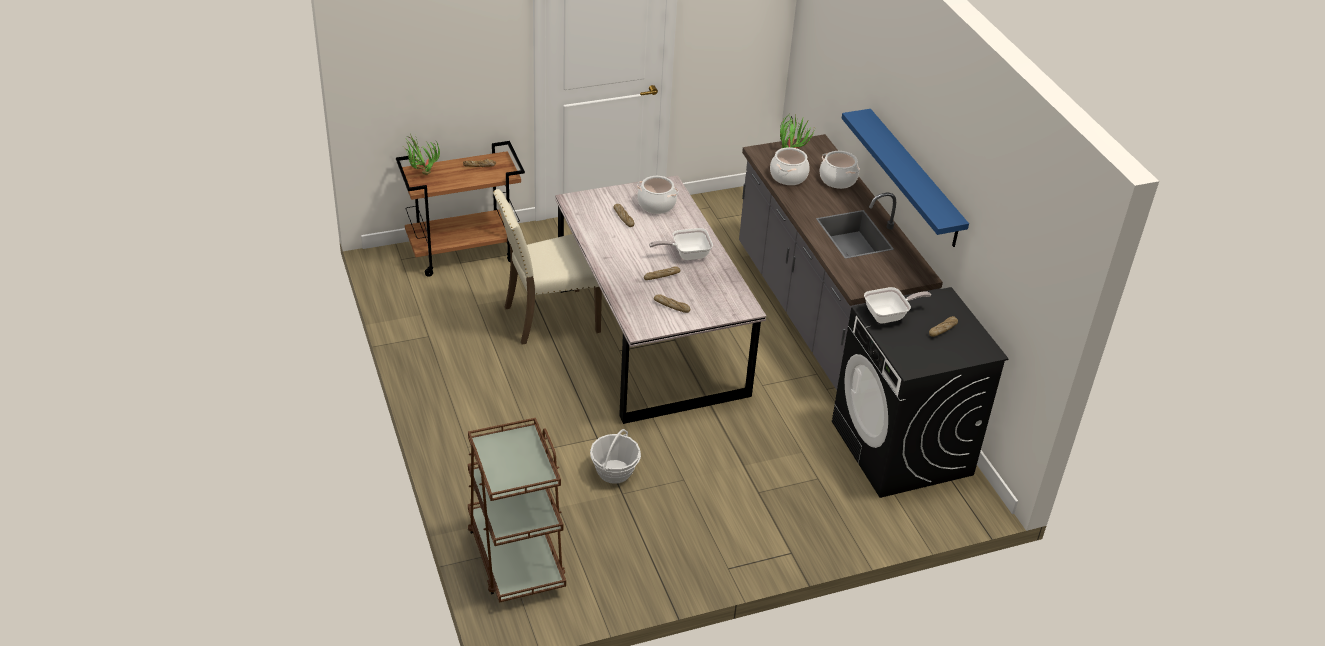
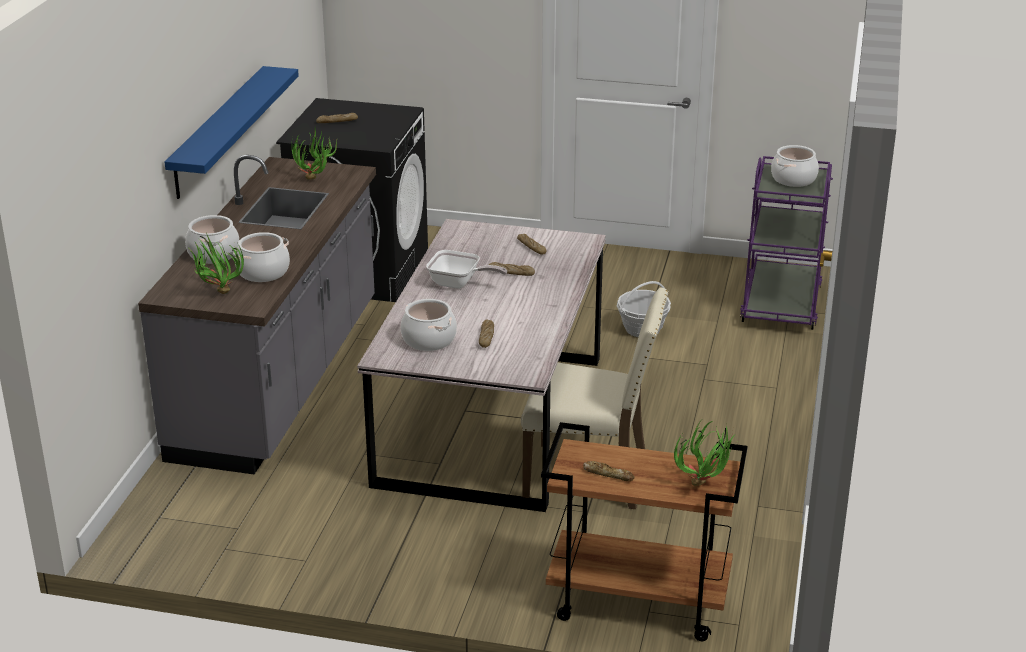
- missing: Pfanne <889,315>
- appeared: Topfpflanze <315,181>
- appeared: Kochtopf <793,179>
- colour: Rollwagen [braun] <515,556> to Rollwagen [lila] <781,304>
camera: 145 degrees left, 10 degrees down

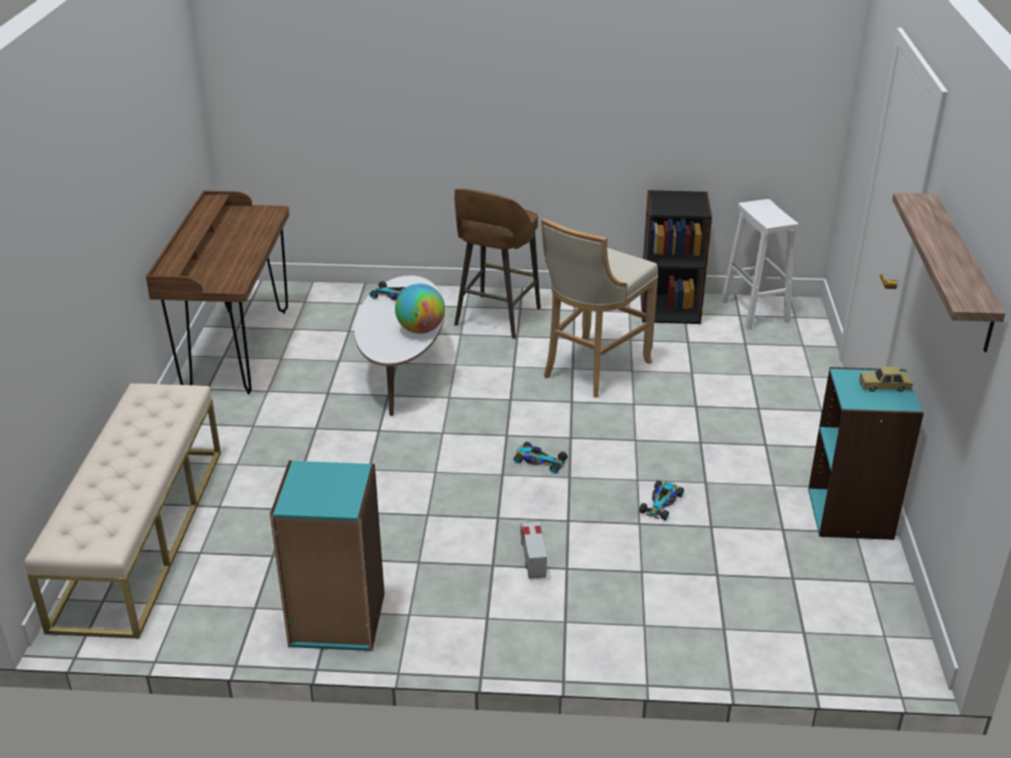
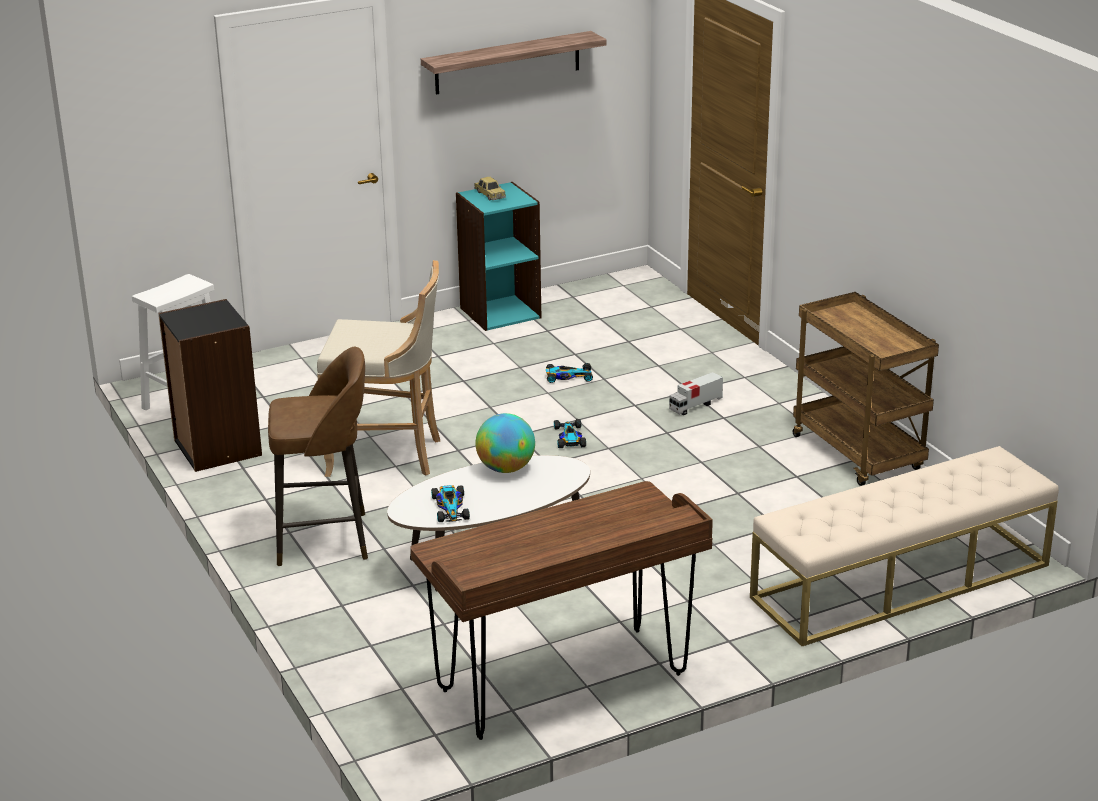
- exchanged: Bücherregal [türkis] <337,620> to Rollwagen [braun] <859,454>
camera: 120 degrees left, 5 degrees down

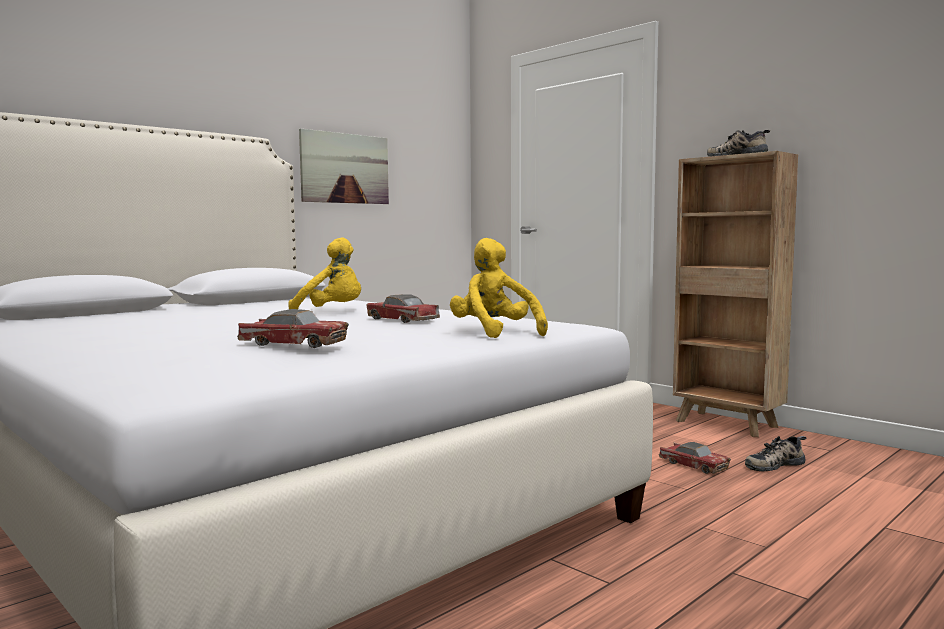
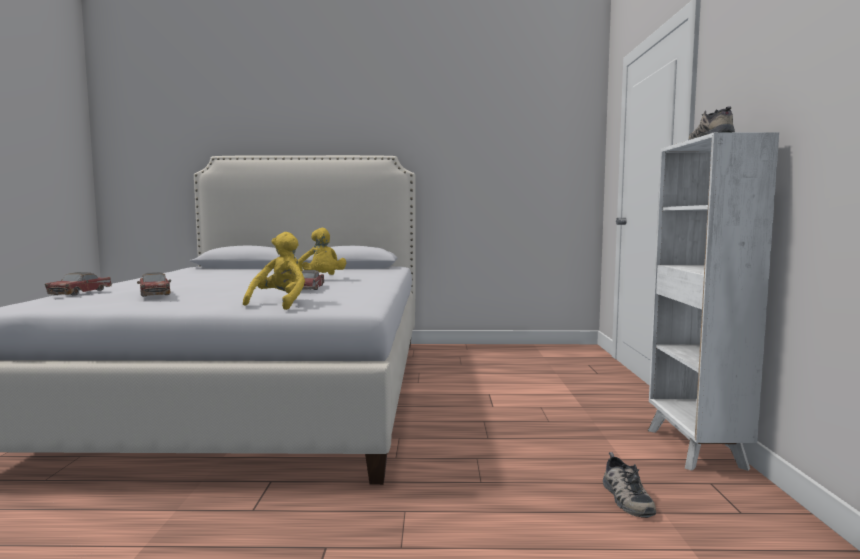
- missing: Bild <345,168>
- relocated: Spielzeugauto <693,465> to <80,292>
- colour: Bücherregal [braun] <728,424> to Bücherregal [weiß] <695,449>
- spun: Schuh <774,464> = <625,497> 120 degrees counterclockwise
camera: 45 degrees right, 0 degrees up

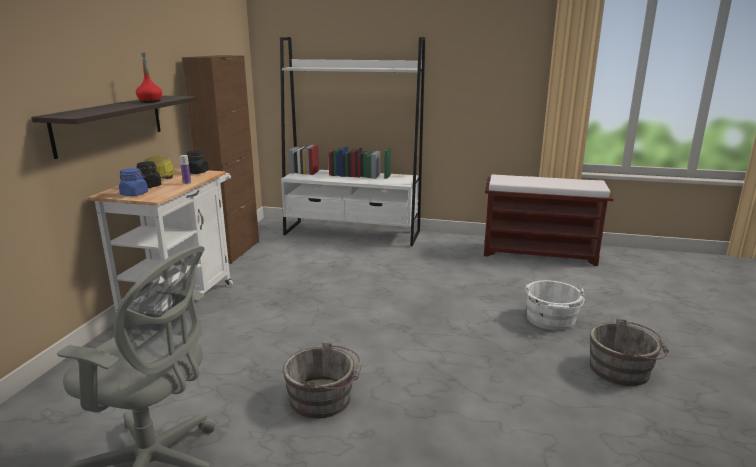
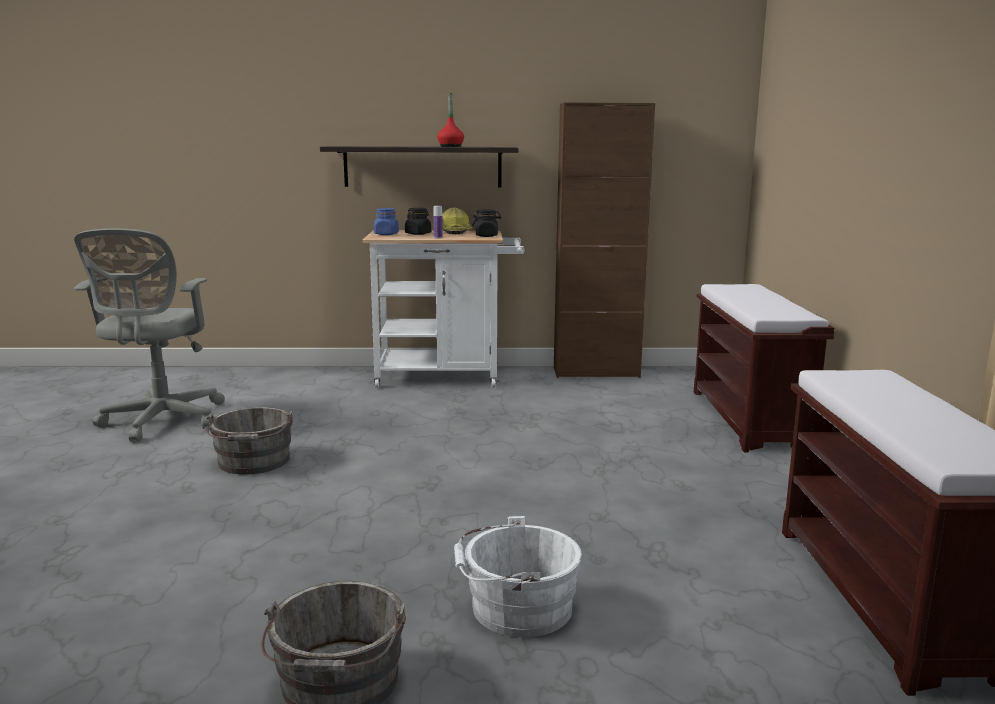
- exchanged: Bücherregal [weiß] <352,233> to Bank [braun] <749,419>
camera: 75 degrees right, 5 degrees down

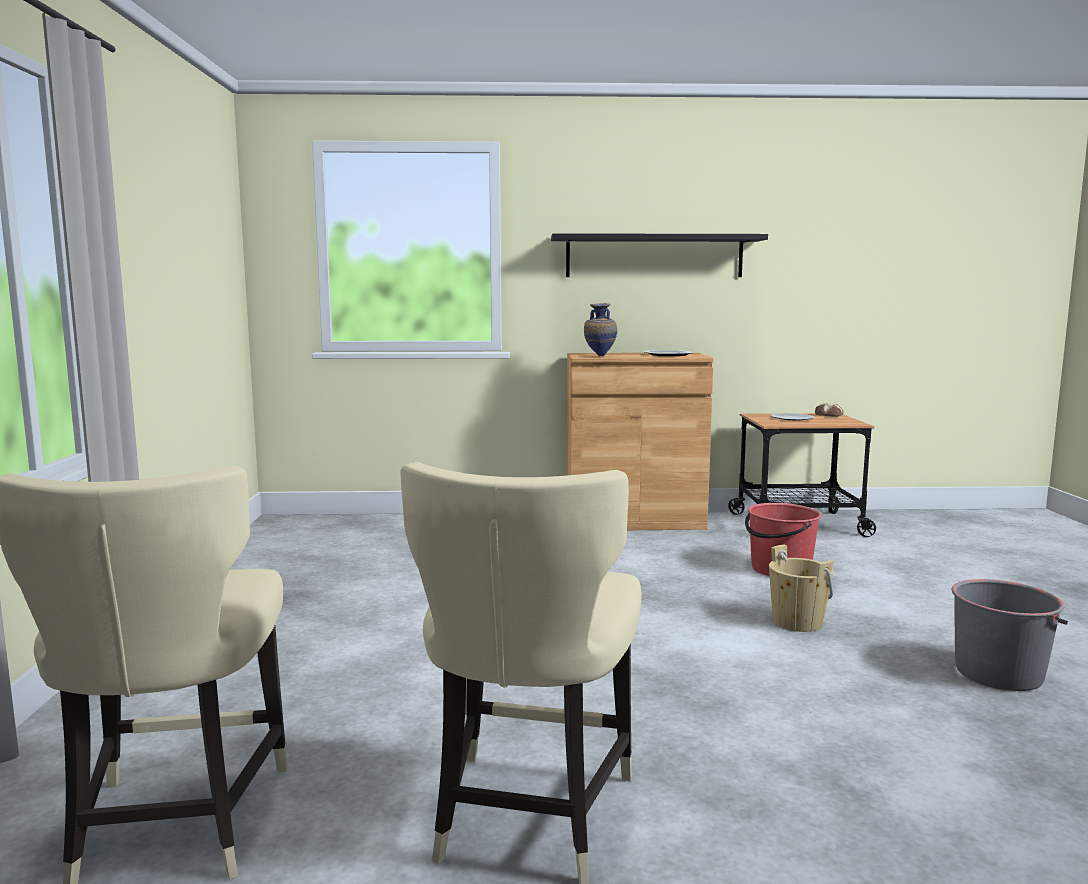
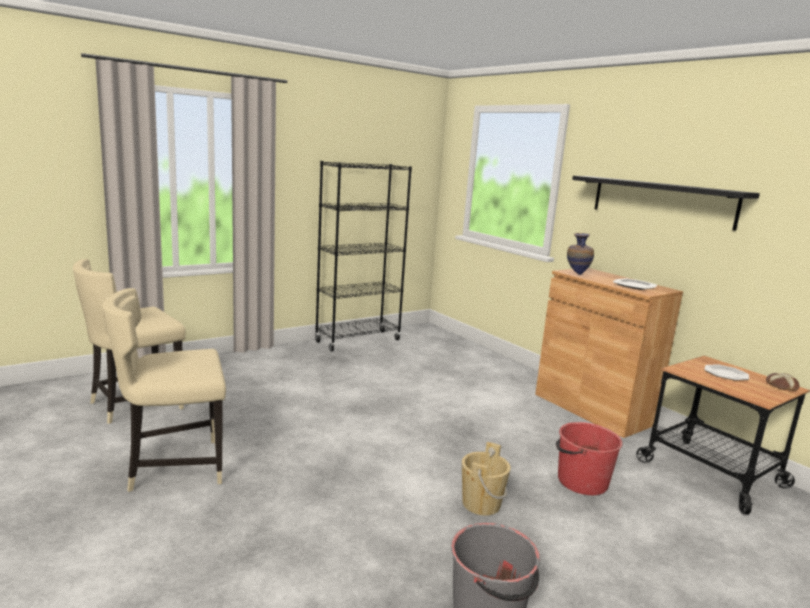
- appeared: Bücherregal [schwarz] <358,341>
camera: 55 degrees right, 5 degrees up

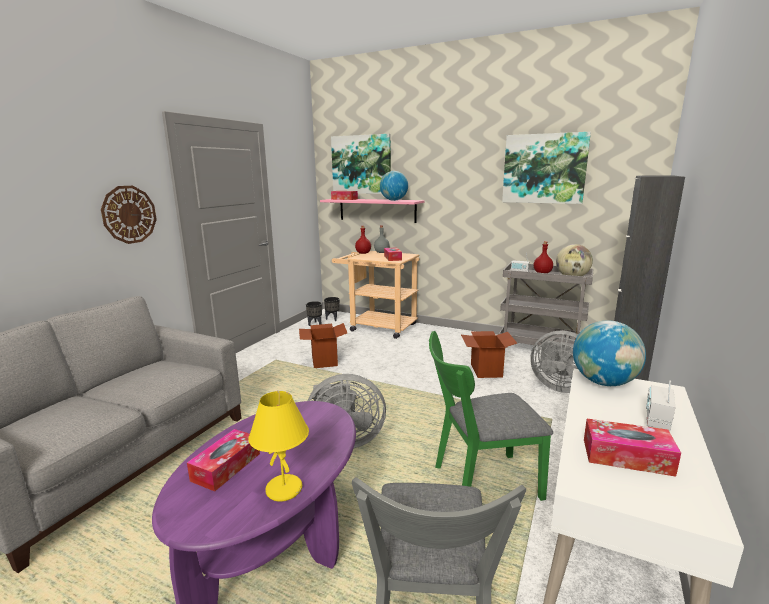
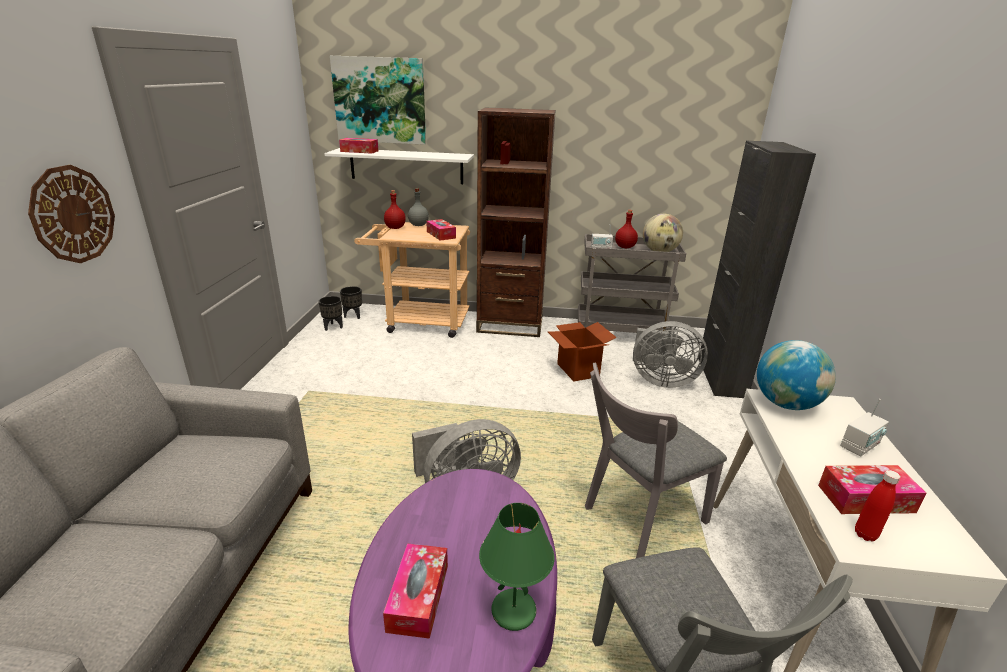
- missing: Karton <324,361>
- missing: Globus <393,200>
- missing: Bild <544,169>
- appeared: Bücherregal [braun] <510,325>
- appeared: Flasche [rot] <865,534>
- colour: Tischlampe [gelb] <285,489> to Tischlampe [grün] <514,610>
- colour: Wandregal [rosa] <377,210> to Wandregal [weiß] <406,166>
- colour: Stuhl [grün] <479,483> to Stuhl [grau] <639,518>
- spun: Radio <657,420> = <860,446> 135 degrees counterclockwise
camera: 20 degrees left, 10 degrees up

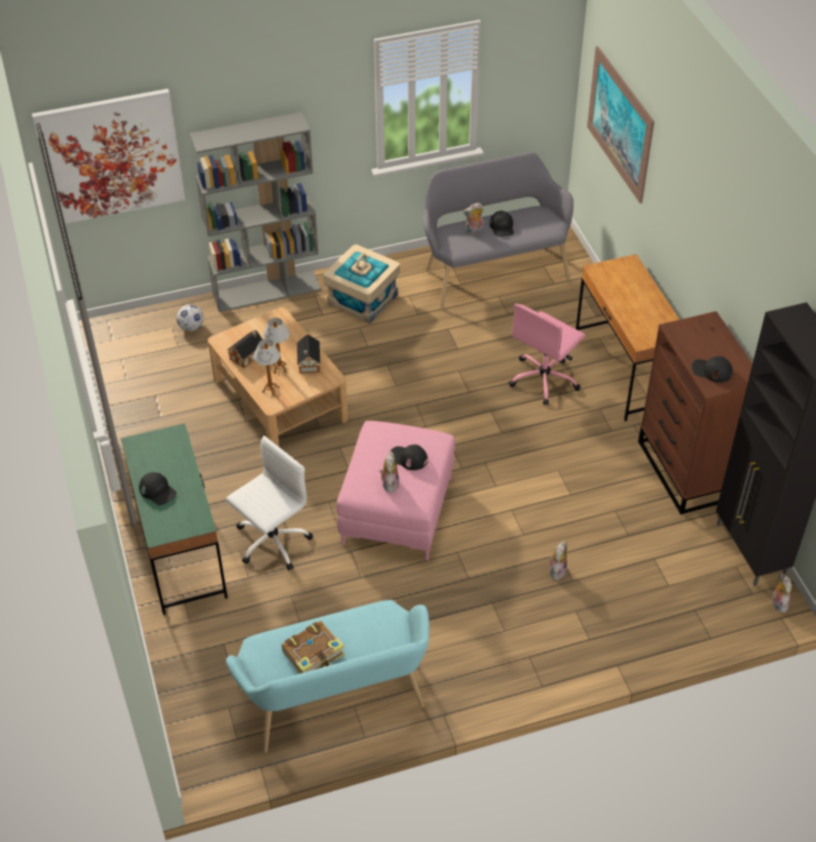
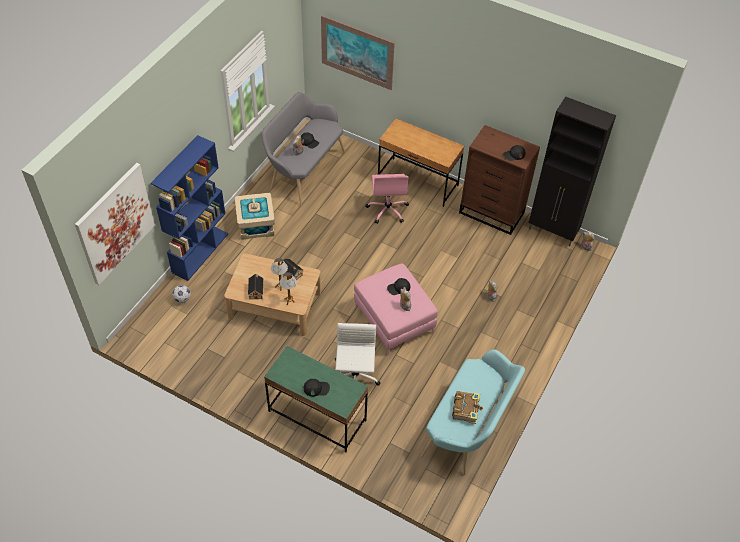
- colour: Bücherregal [grau] <267,291> to Bücherregal [blau] <200,252>
camera: 45 degrees left, 5 degrees up

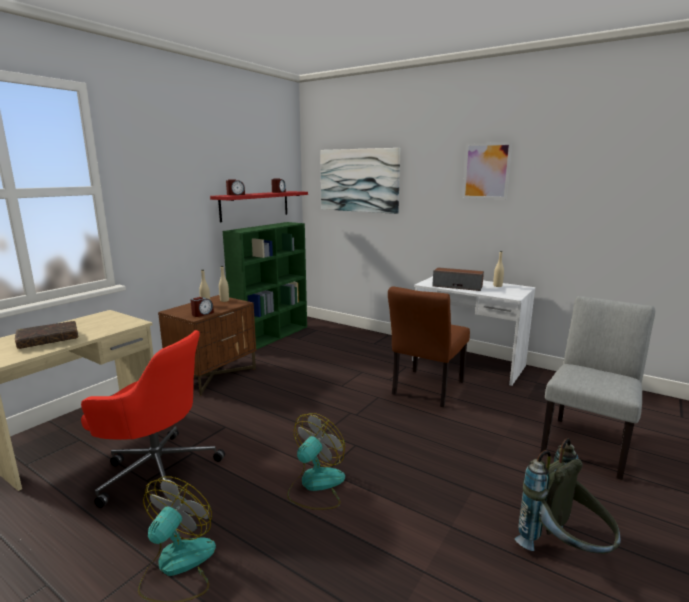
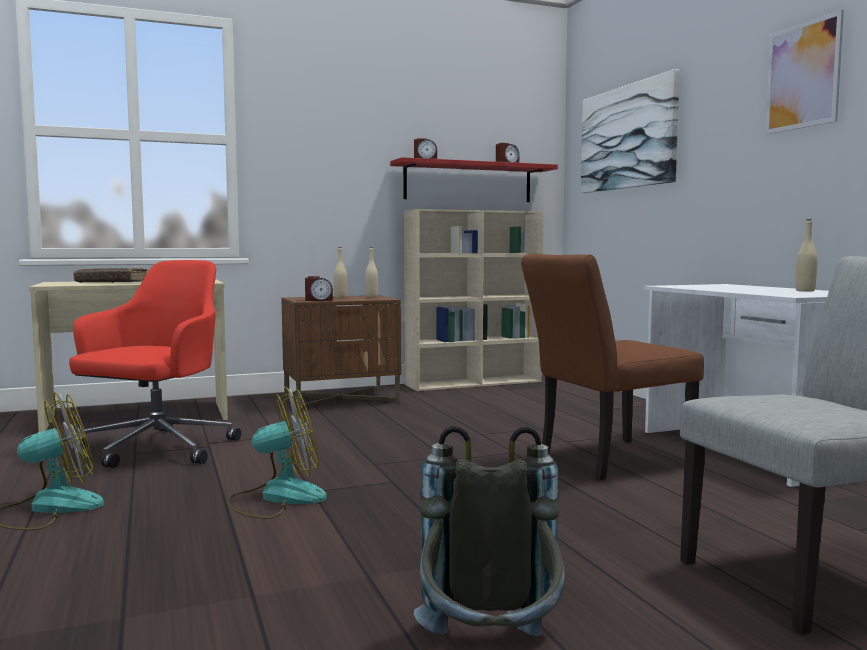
- missing: Lautsprecher <457,286>
- colour: Bücherregal [grün] <272,336> to Bücherregal [beige] <475,383>
- spun: Bürostuhl [rot] <158,471> = <155,450> 120 degrees counterclockwise
camera: 35 degrees right, 10 degrees down

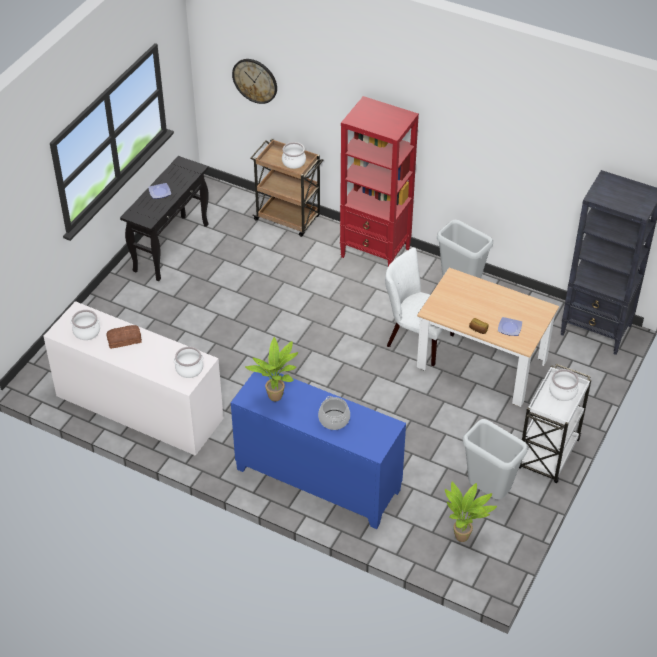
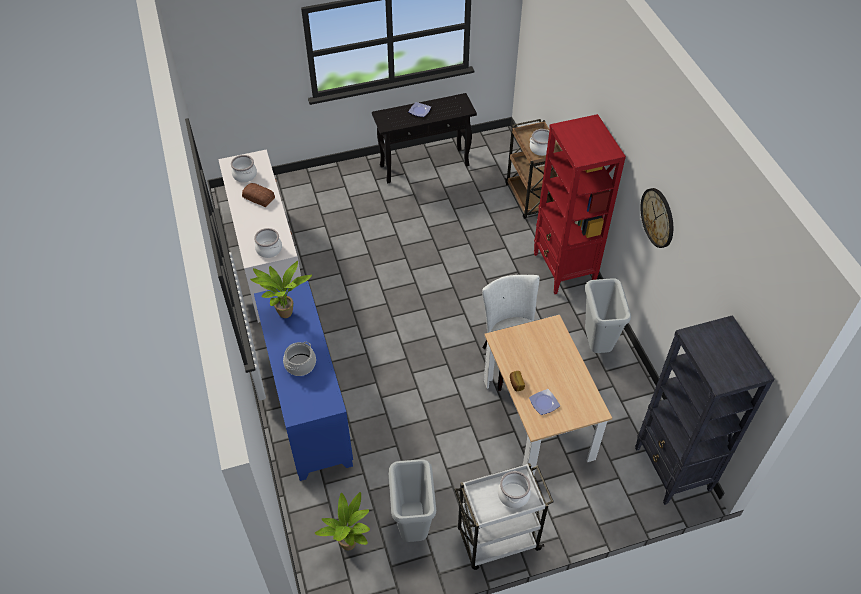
- relocated: Wanduhr <255,80> to <658,217>
camera: 45 degrees right, 5 degrees up

